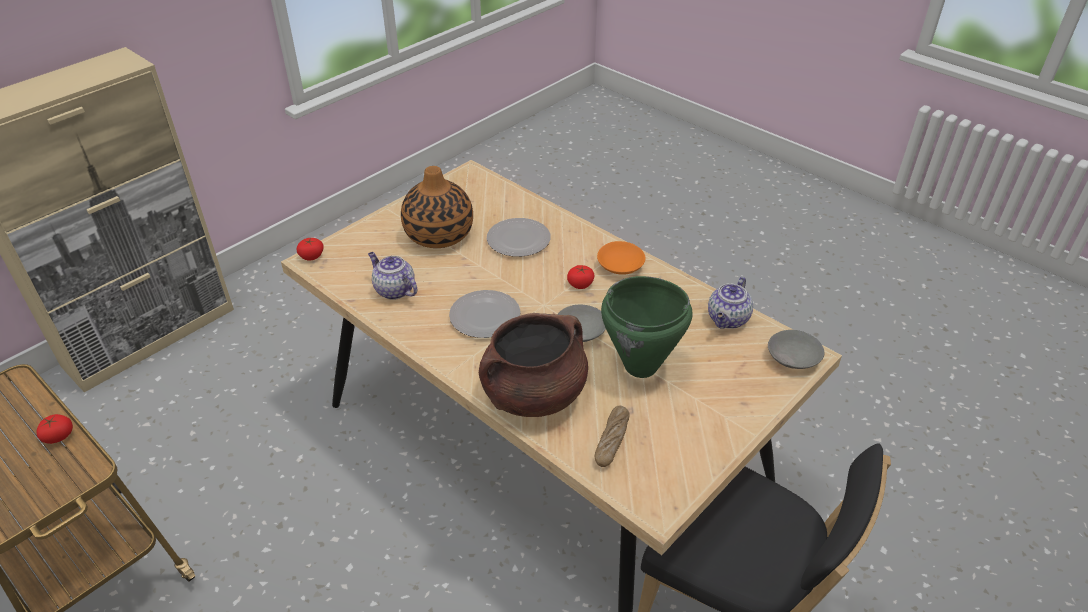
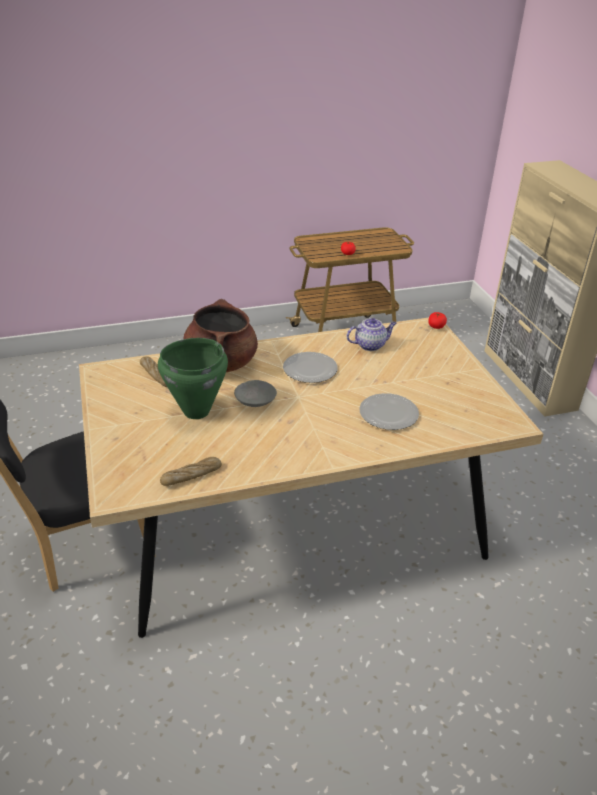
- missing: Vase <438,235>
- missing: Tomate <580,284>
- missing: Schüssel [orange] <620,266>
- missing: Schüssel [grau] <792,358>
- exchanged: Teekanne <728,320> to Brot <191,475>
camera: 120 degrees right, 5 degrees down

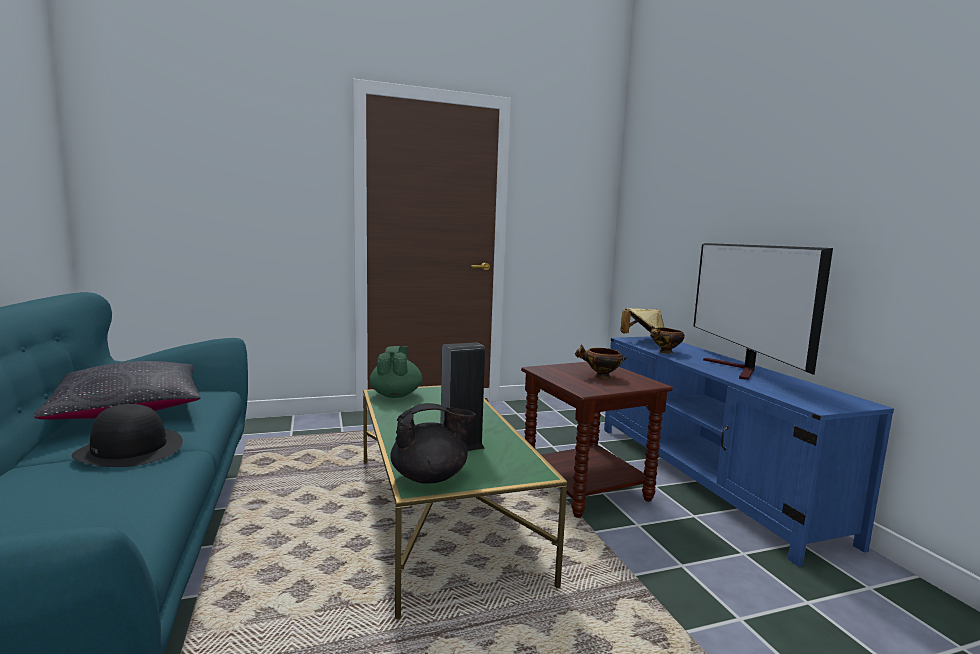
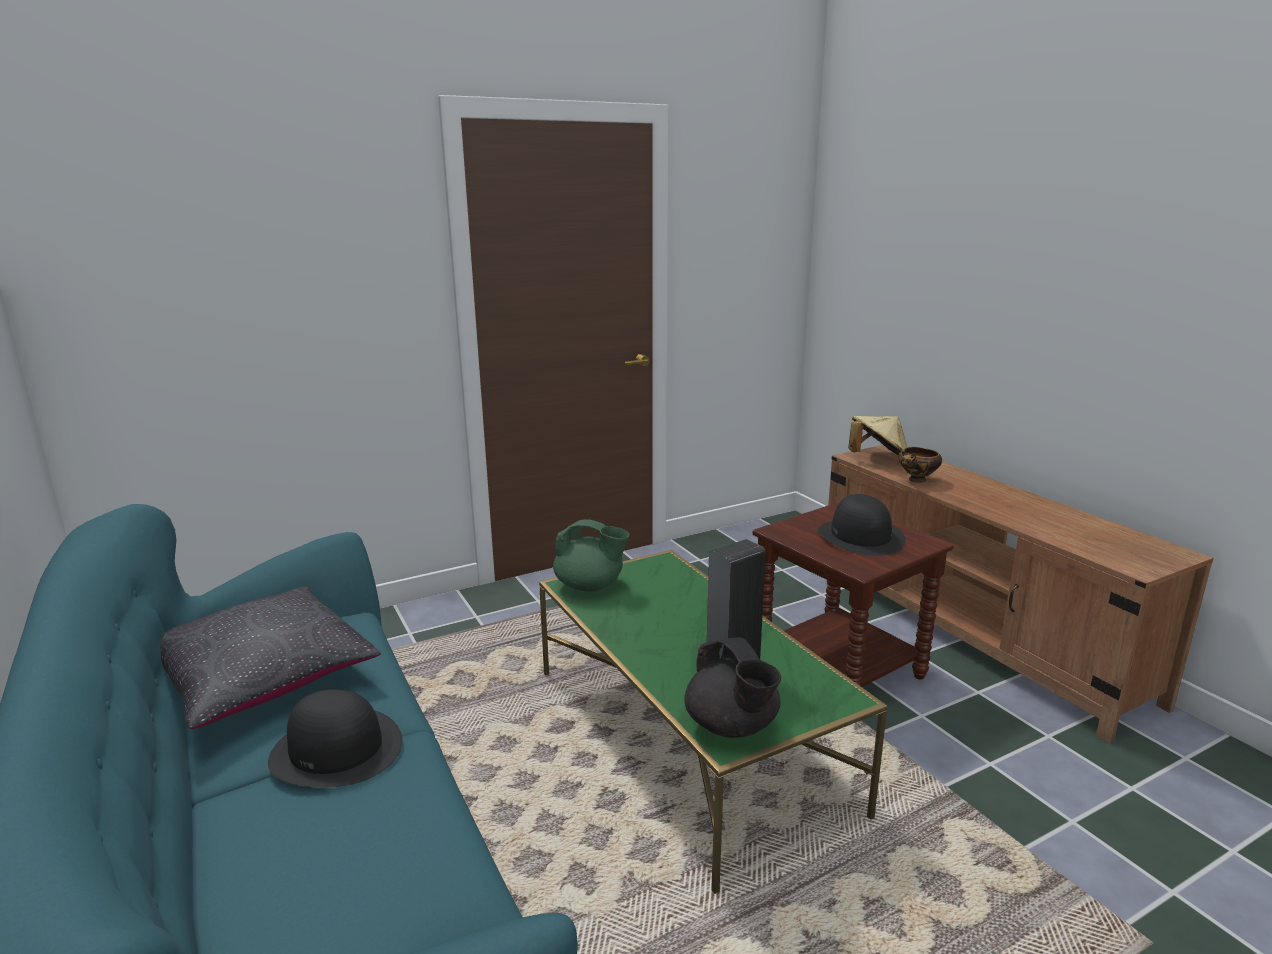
- missing: Fernseher <739,370>
- exchanged: Schüssel <600,376> to Hut [schwarz] <861,537>
- colour: Fernsehschrank [blau] <707,477> to Fernsehschrank [braun] <972,632>
- spun: Teekanne [grün] <396,395> = <590,586> 120 degrees clockwise
- spun: Teekanne [schwarz] <431,477> = <732,726> 90 degrees clockwise
camera: 10 degrees left, 10 degrees up

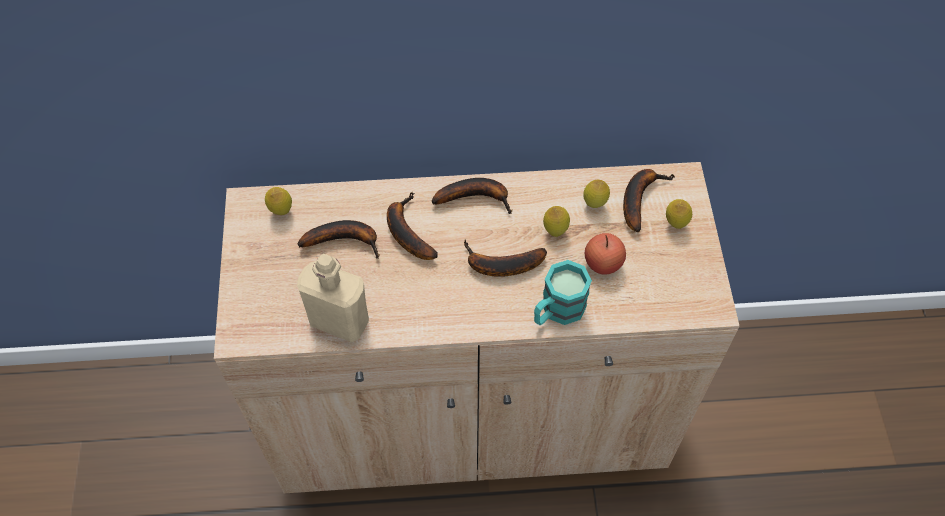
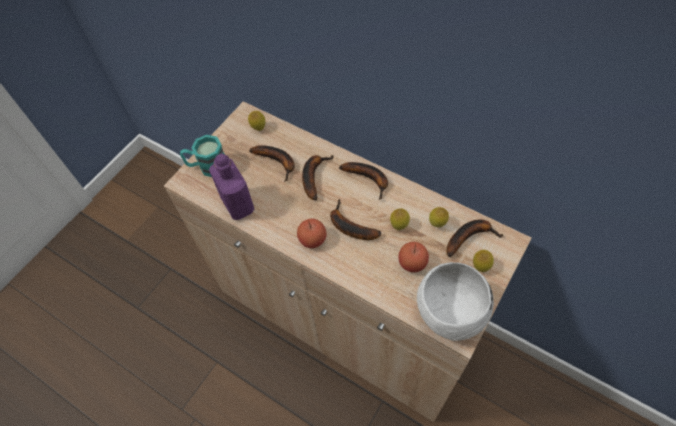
- appeared: Apfel <312,239>
- appeared: Schüssel [weiß] <449,315>
- relocated: Henkelbecher [türkis] <557,311> to <207,166>
- colour: Flasche [beige] <339,321> to Flasche [lila] <237,204>
camera: 40 degrees right, 0 degrees up

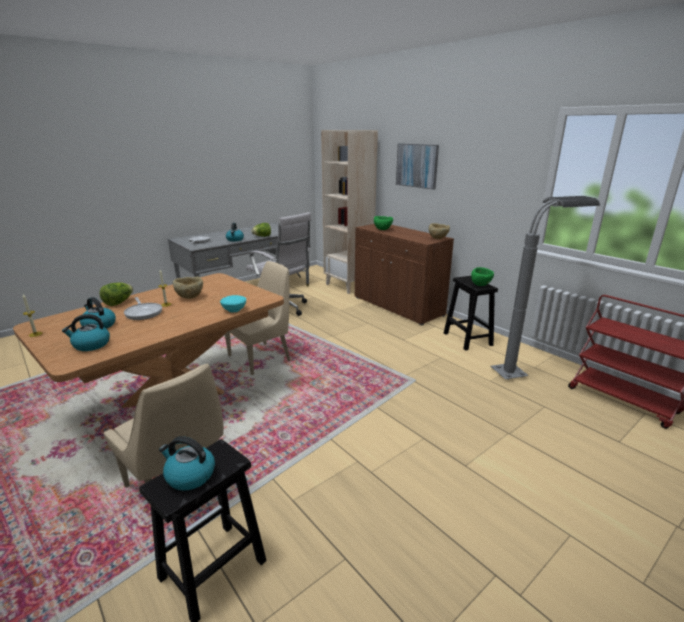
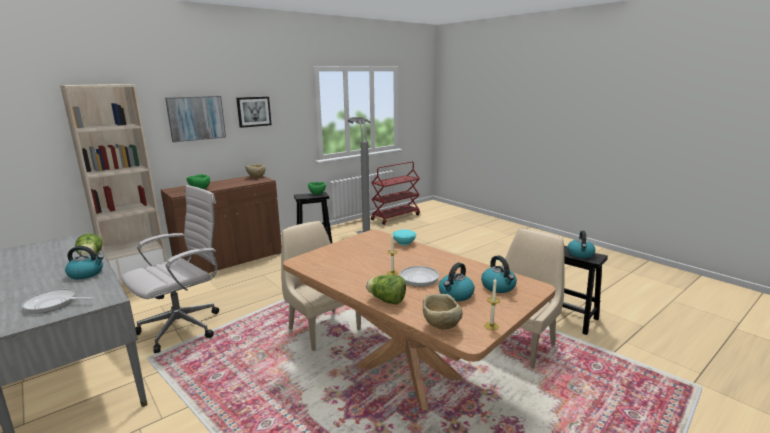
- appeared: Bild <253,111>
- relocated: Schüssel [beige] <190,297> to <440,326>
camera: 90 degrees left, 5 degrees down

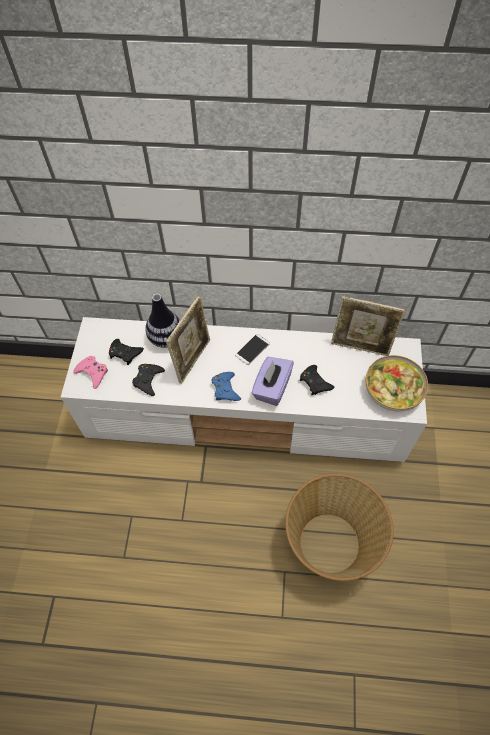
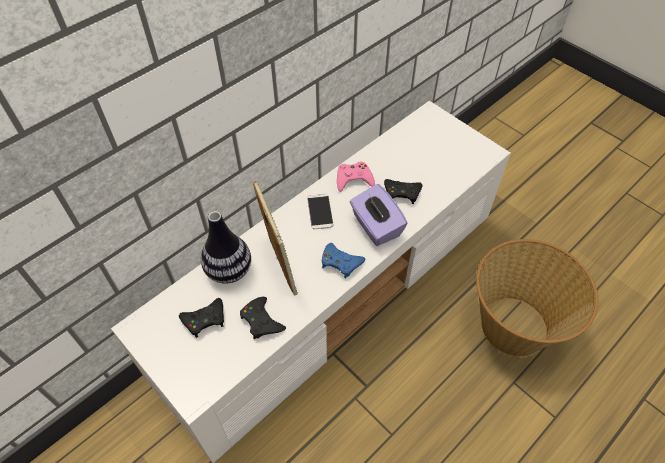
- missing: Bilderrahmen <360,347>
- missing: Schüssel <393,390>
- relocated: Gamepad [rosa] <92,373> to <353,179>
camera: 50 degrees left, 5 degrees down

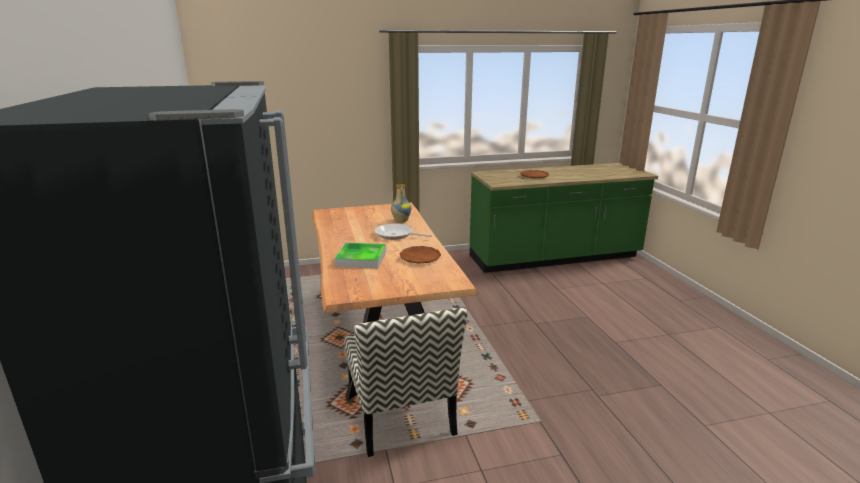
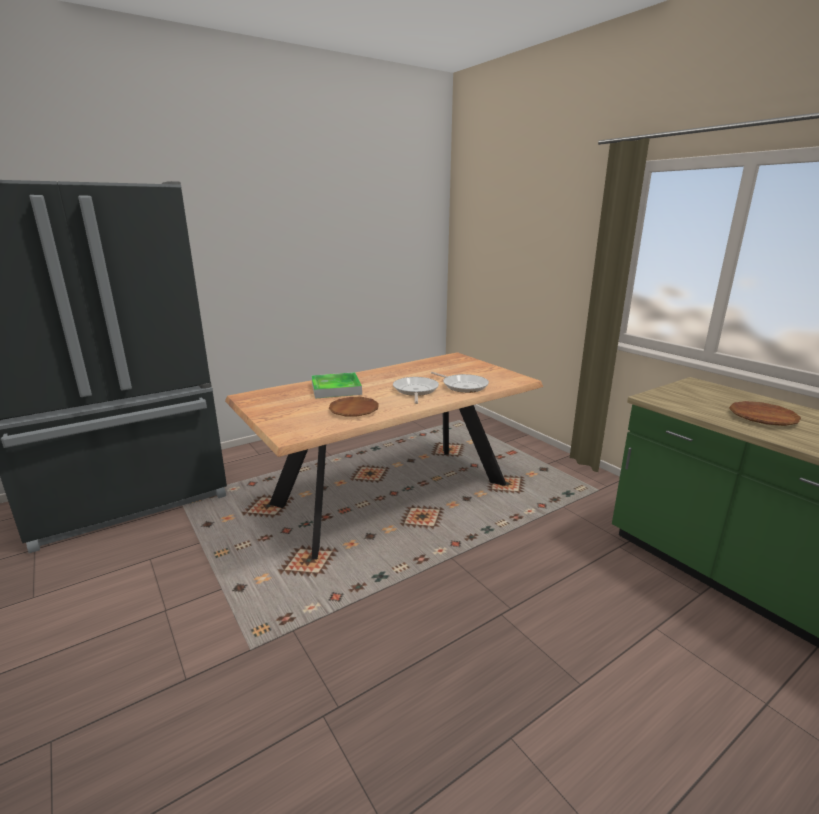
- missing: Stuhl <401,414>
- exchanged: Vase <400,221> to Pfanne <463,386>
camera: 70 degrees right, 0 degrees up

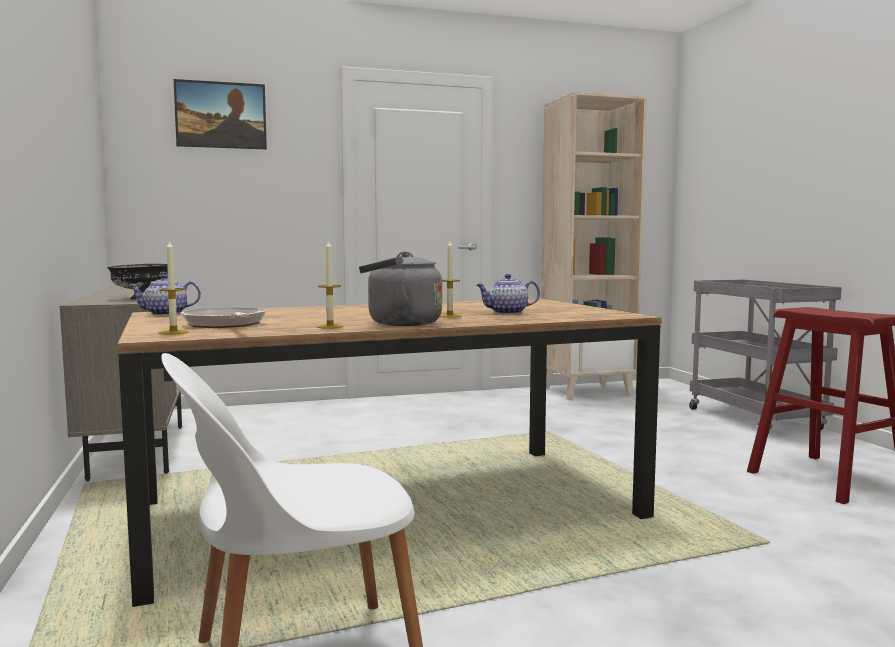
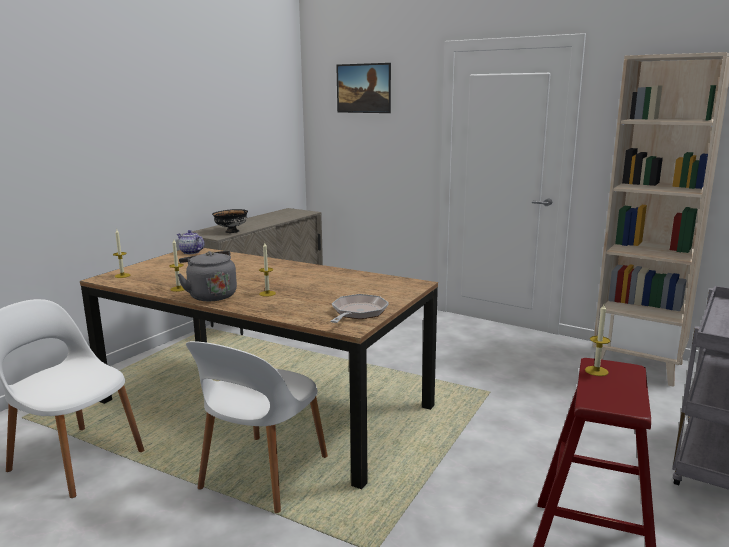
- missing: Teekanne <507,313>
- appeared: Stuhl [weiß] <262,474>
- appeared: Kerze <596,371>
- relocated: Pfanne <225,325> to <358,313>
camera: 50 degrees right, 10 degrees up

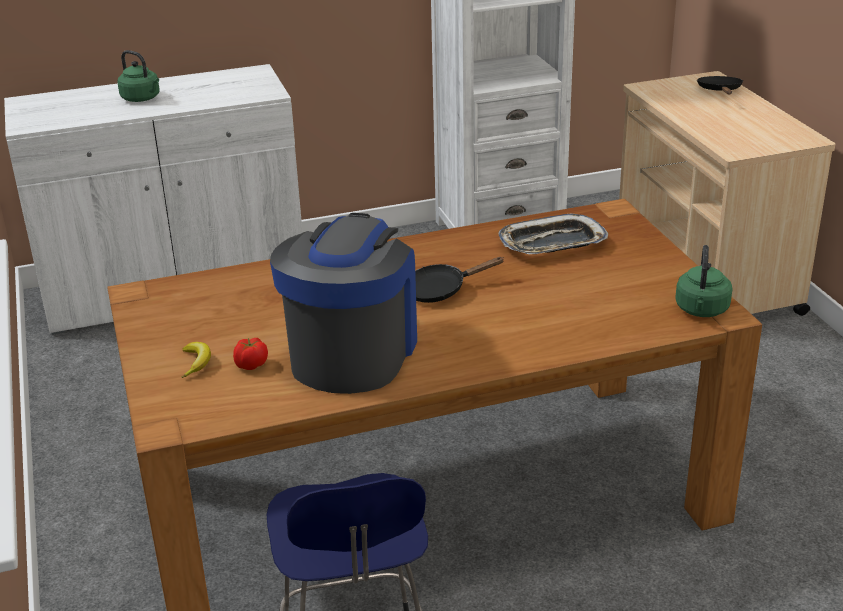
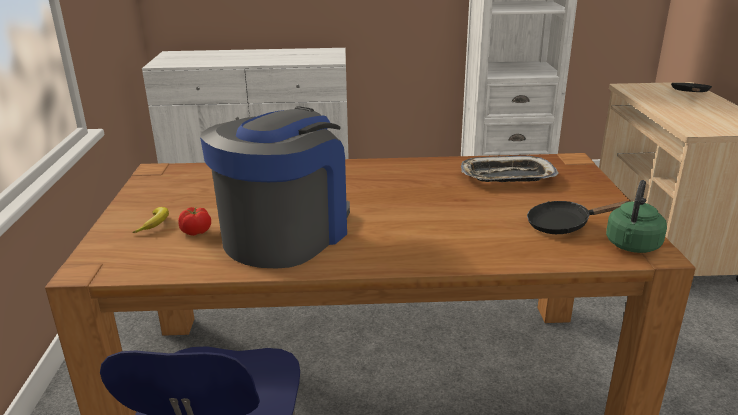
- missing: Wasserkessel [grün] <142,99>
- relocated: Pfanne [schwarz] <441,290> to <564,225>
camera: 15 degrees right, 5 degrees down

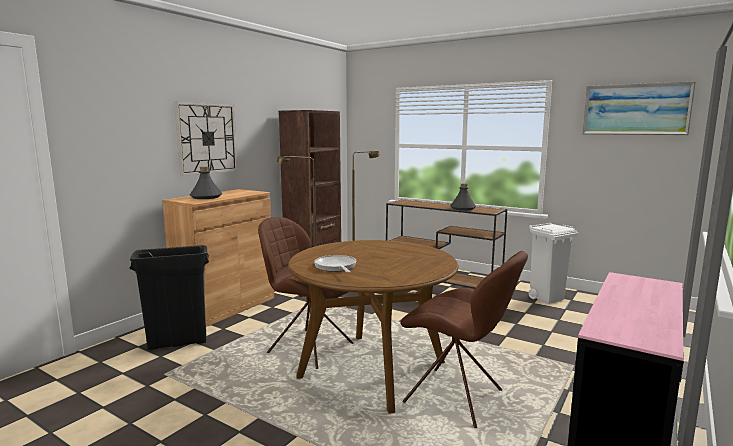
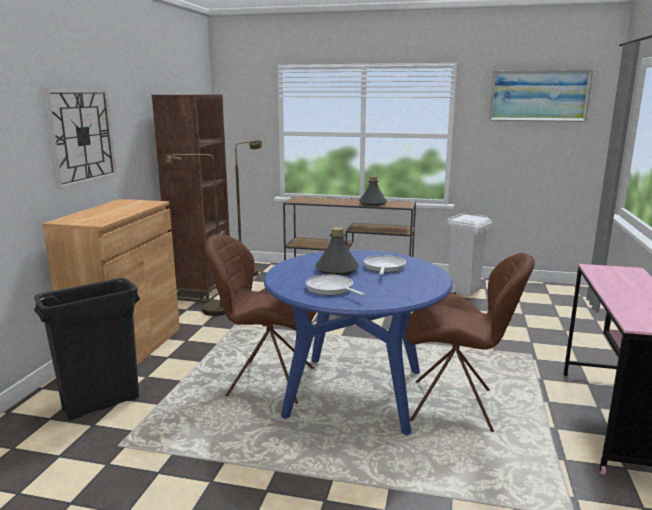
- appeared: Pfanne <384,267>
- relocated: Flasche [grau] <206,197> to <337,270>
- colour: Esstisch [braun] <372,370> to Esstisch [blau] <355,393>
camera: 20 degrees left, 5 degrees up

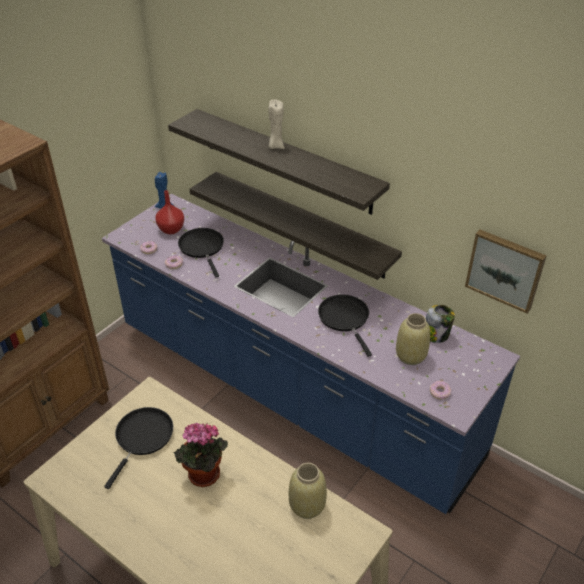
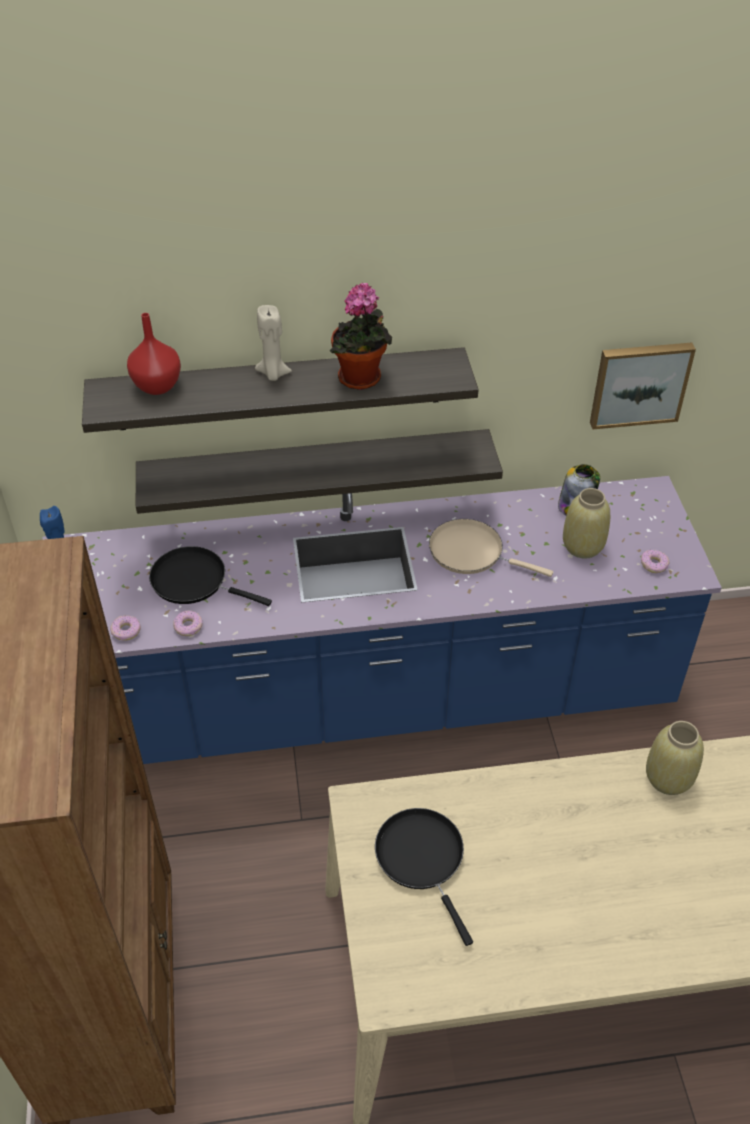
- relocated: Vase [rot] <172,229> to <158,385>
- relocated: Topfpflanze <203,477> to <361,380>
- colour: Pfanne [schwarz] <345,318> to Pfanne [beige] <471,552>
camera: 45 degrees left, 5 degrees up

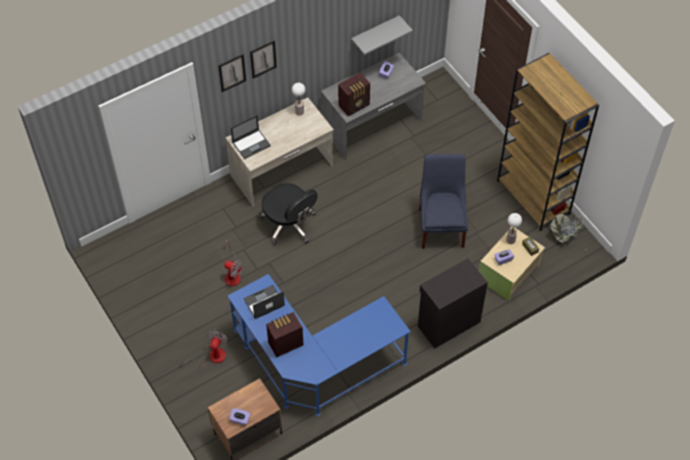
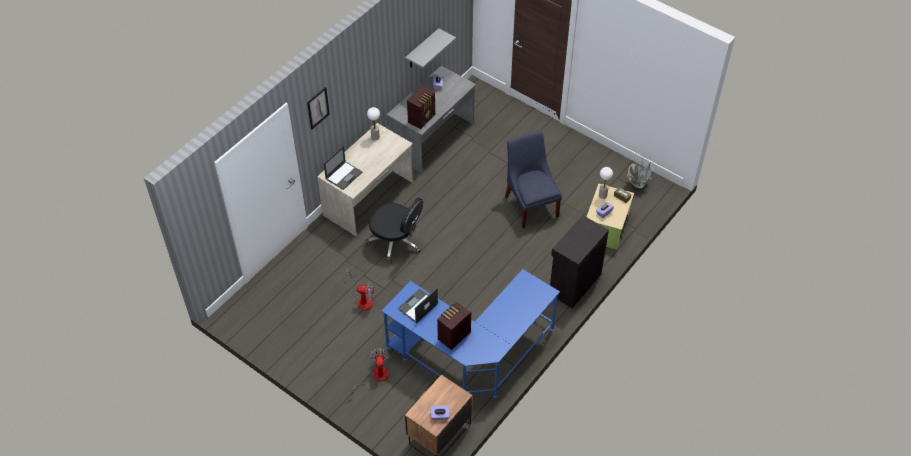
- missing: Bild <263,59>
- missing: Bücherregal [braun] <533,197>
camera: 20 degrees left, 5 degrees down

